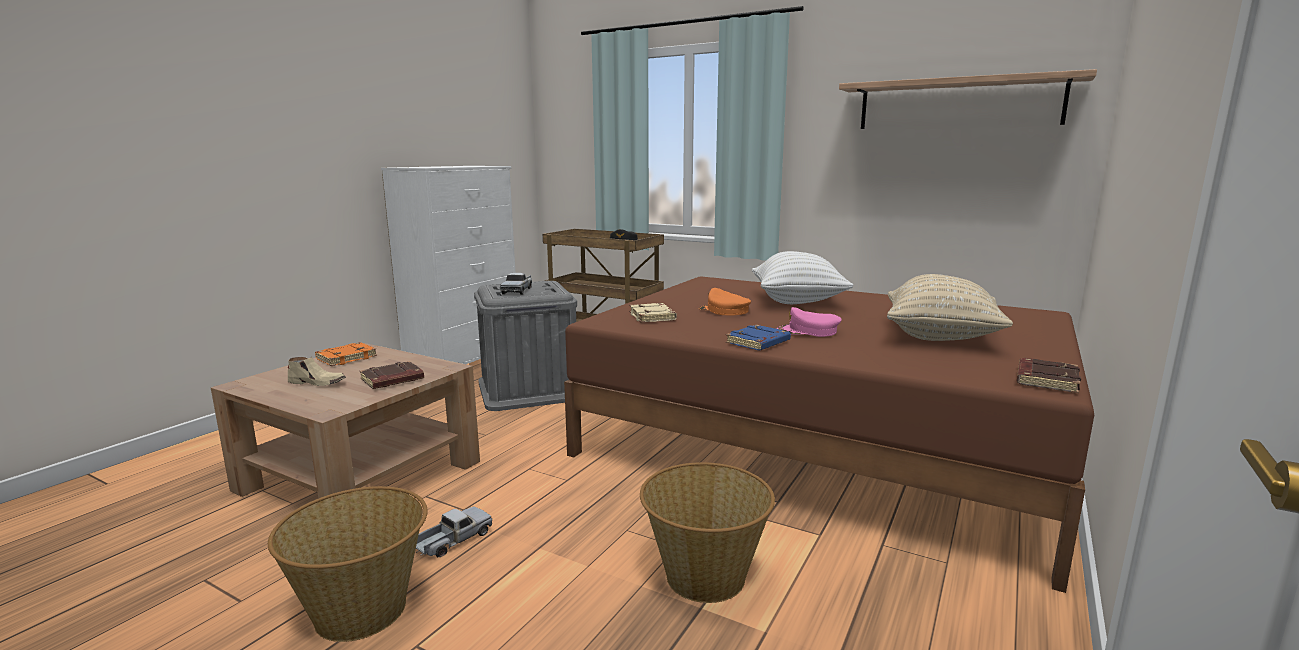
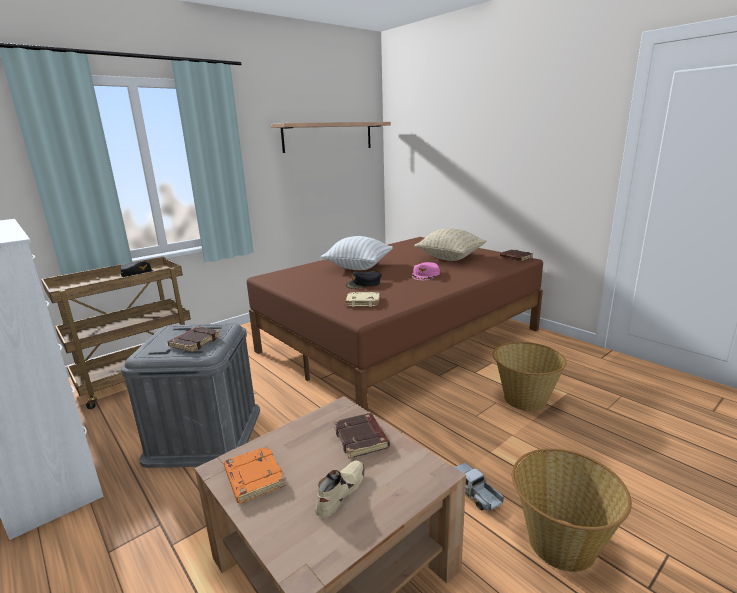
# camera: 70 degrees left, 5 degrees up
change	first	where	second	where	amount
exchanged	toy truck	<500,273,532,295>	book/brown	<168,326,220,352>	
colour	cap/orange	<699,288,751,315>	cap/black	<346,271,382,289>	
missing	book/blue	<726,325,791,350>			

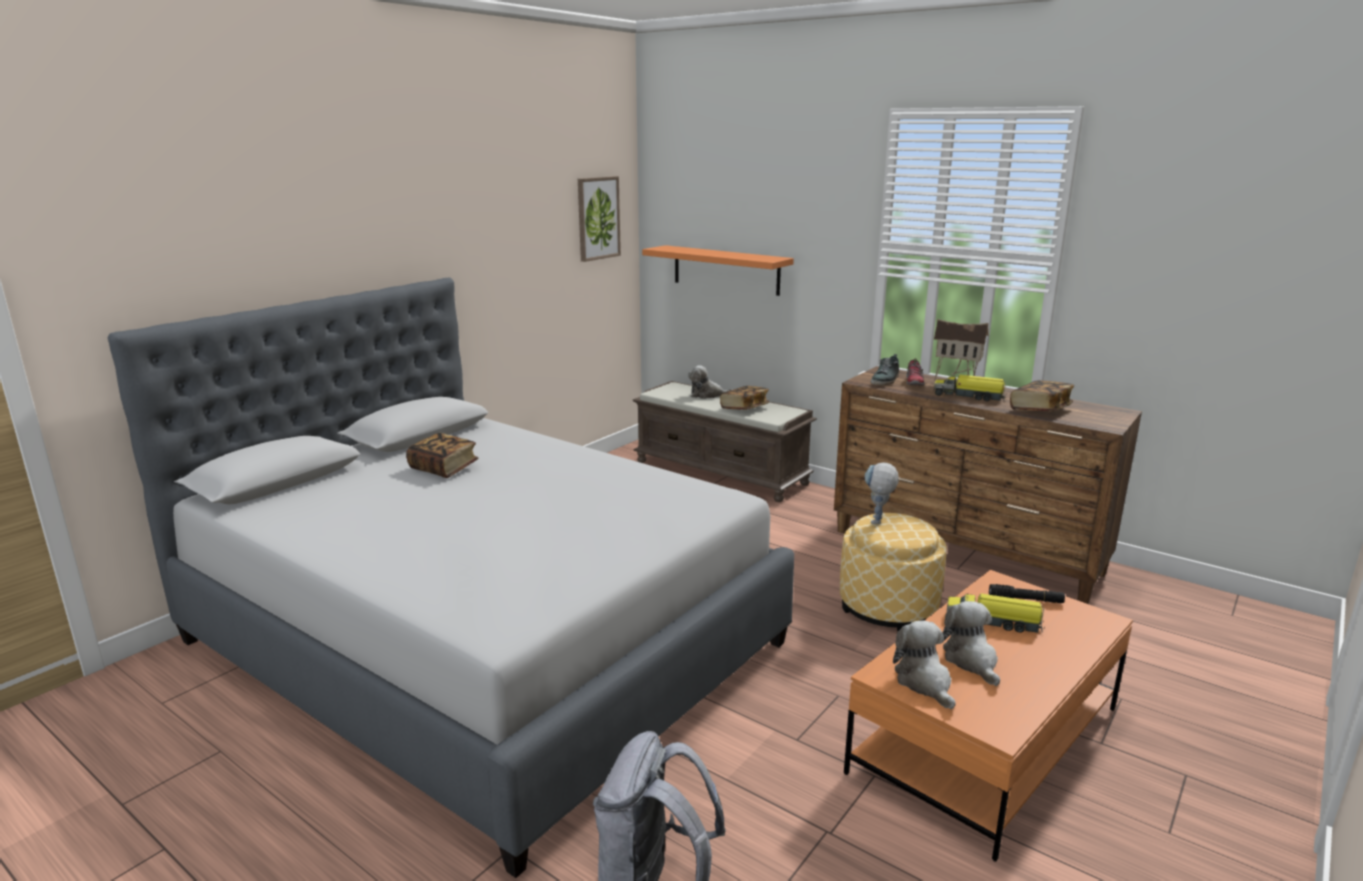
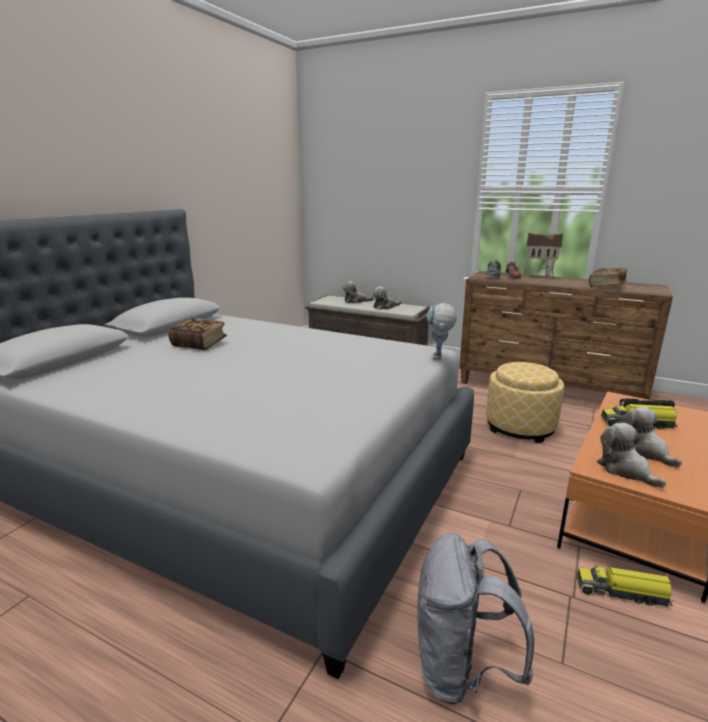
# camera: 10 degrees left, 0 degrees up
change	first	where	second	where	amount
missing	picture	<578,176,621,262>			
missing	shelf/orange	<642,245,794,296>			
exchanged	book	<720,386,769,410>	plush toy	<373,286,401,310>	
relocated	toy robot	<865,462,899,524>		<426,303,457,360>	
relocated	toy truck	<934,375,1007,401>		<577,567,673,606>	

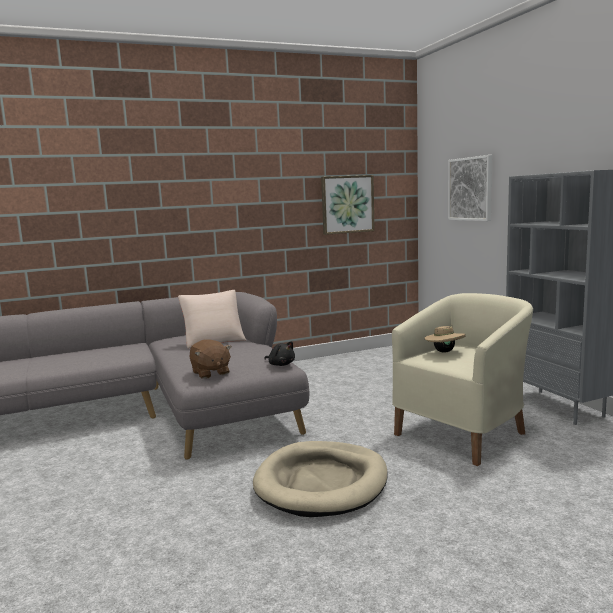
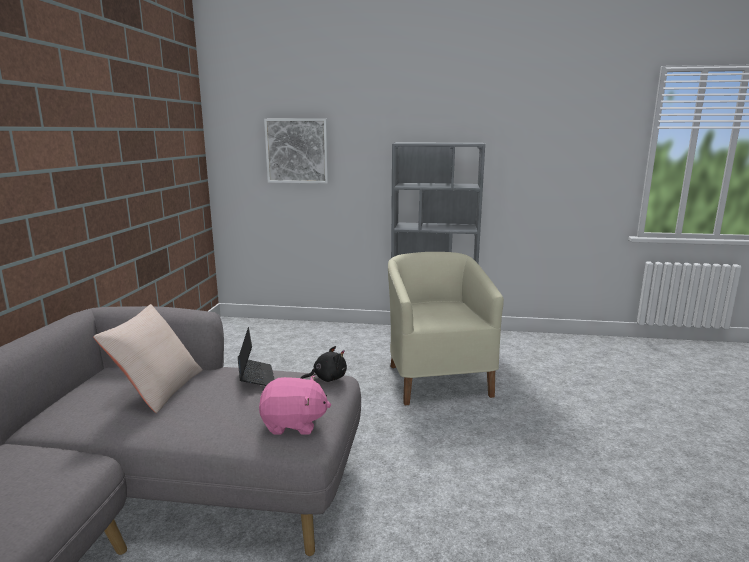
# camera: 60 degrees left, 5 degrees up
change	first	where	second	where	amount
colour	plush toy/brown	<189,339,231,379>	plush toy/pink	<259,376,331,435>	
missing	dog bed/beige	<253,441,388,517>			
missing	picture	<321,175,375,235>			
missing	hat/beige	<424,324,466,353>			
appeared			laptop	<238,327,275,386>	

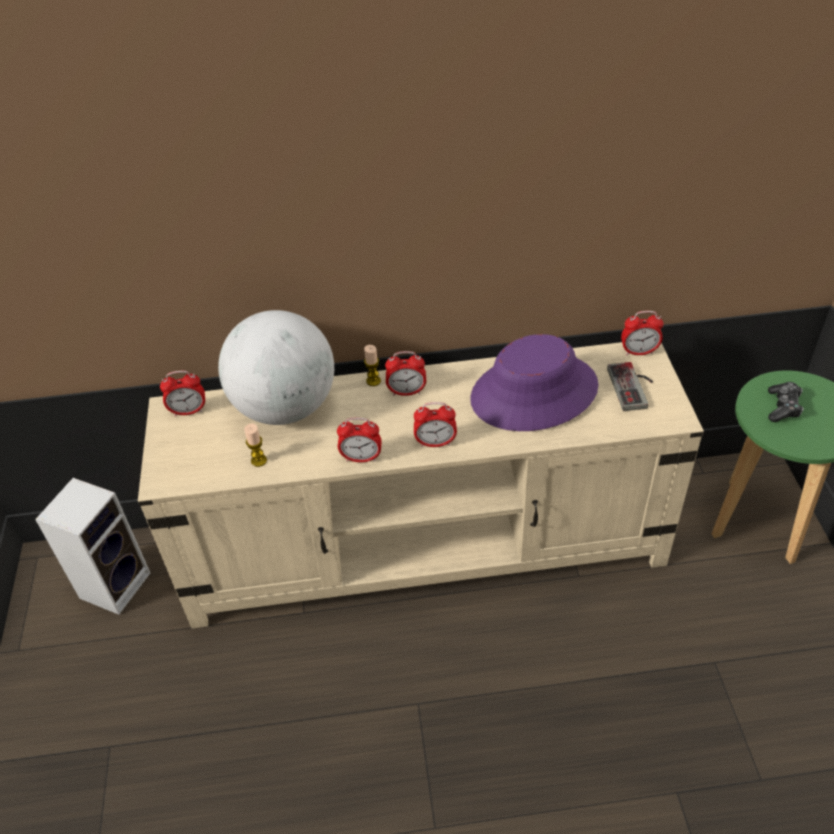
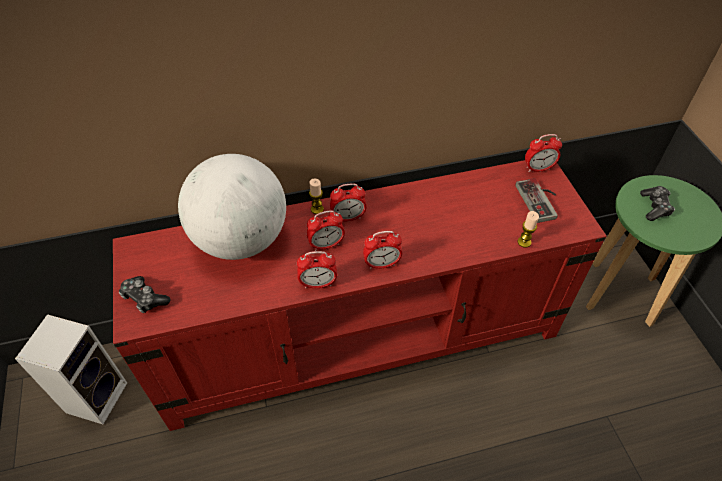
# camera: 10 degrees left, 5 degrees up
change	first	where	second	where	amount
colour	tv stand/beige	<138,342,704,629>	tv stand/red	<113,160,607,431>	
relocated	alarm clock	<160,371,205,417>		<307,210,345,251>	
relocated	candle	<244,423,267,467>		<517,211,539,248>	
missing	hat/purple	<470,334,599,431>			
appeared			game controller	<118,276,171,313>	

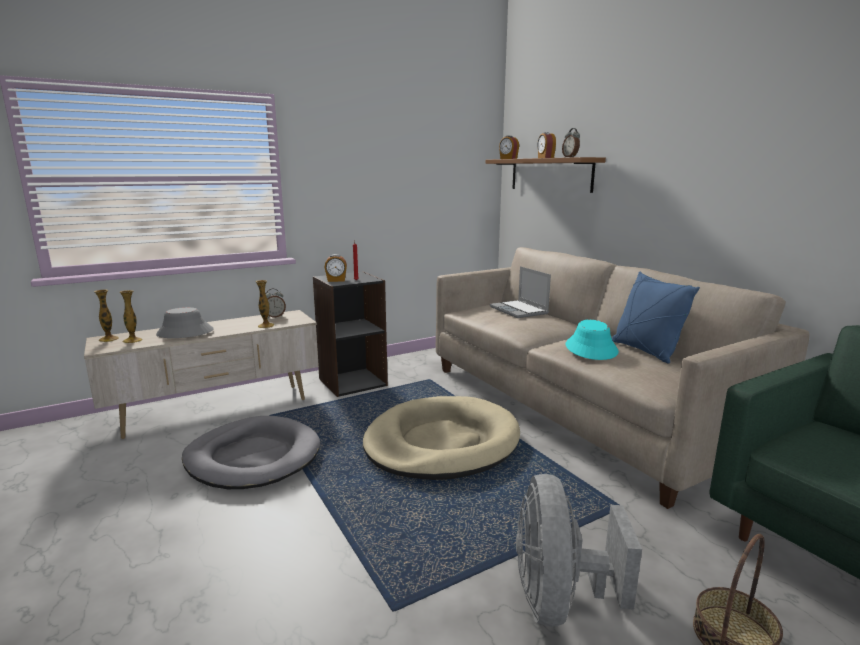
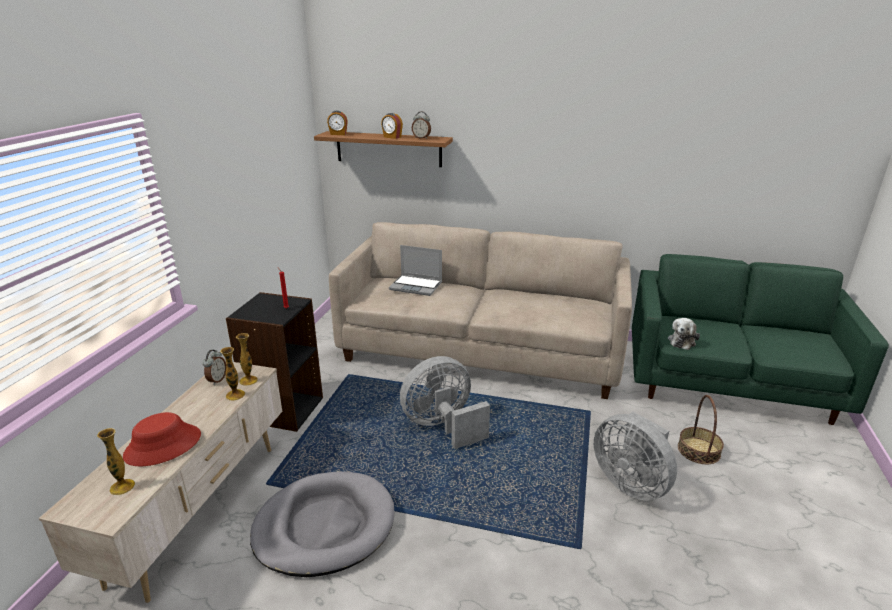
# camera: 45 degrees left, 10 degrees up
change	first	where	second	where	amount
relocated	vase	<94,289,119,342>		<236,333,258,386>	
colour	hat/grey	<156,307,214,338>	hat/red	<123,412,201,466>	
missing	alarm clock	<324,254,347,282>			
exchanged	dog bed/beige	<363,396,520,480>	fan/grey	<400,356,490,449>	
missing	hat/turquoise	<566,320,619,360>			
missing	pillow/blue	<612,271,700,364>			
appeared			plush toy	<668,318,700,350>	

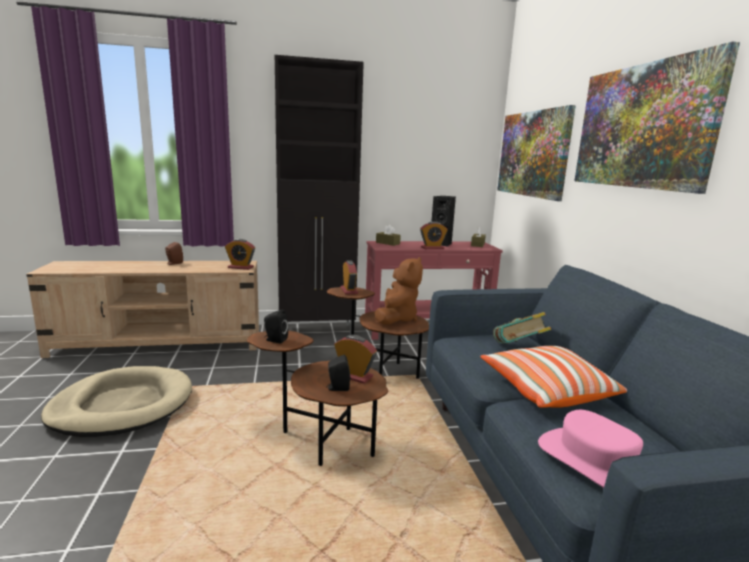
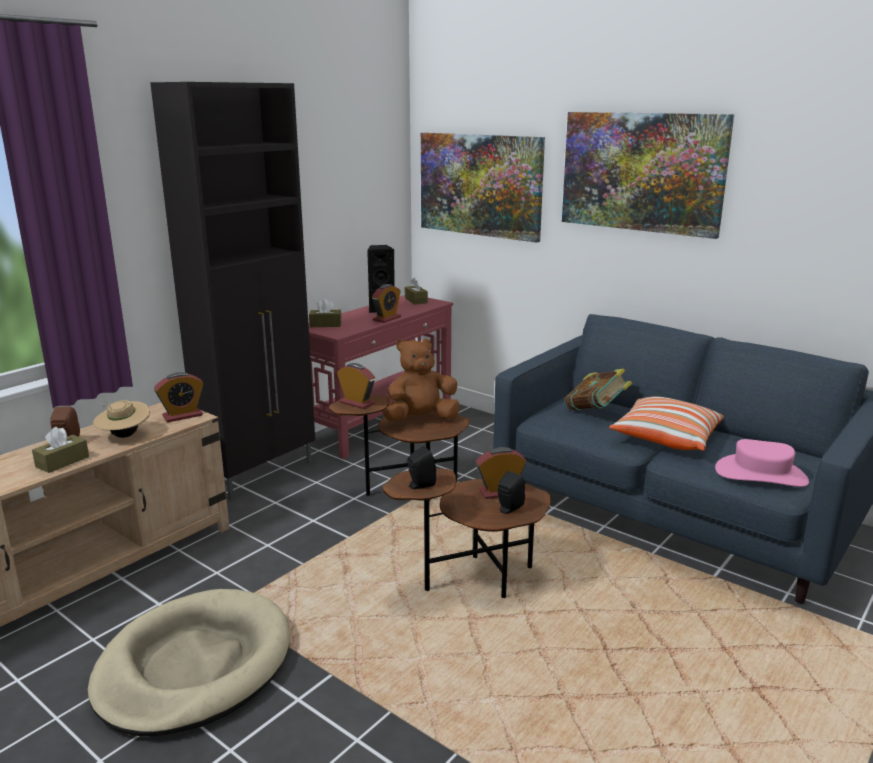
# camera: 40 degrees left, 5 degrees up
change	first	where	second	where	amount
spun	plush toy/brown	<375,257,423,325>		<383,339,460,421>	90 degrees counterclockwise
appeared			tissue box/brown	<32,427,89,473>	
appeared			hat/beige	<93,400,150,438>	

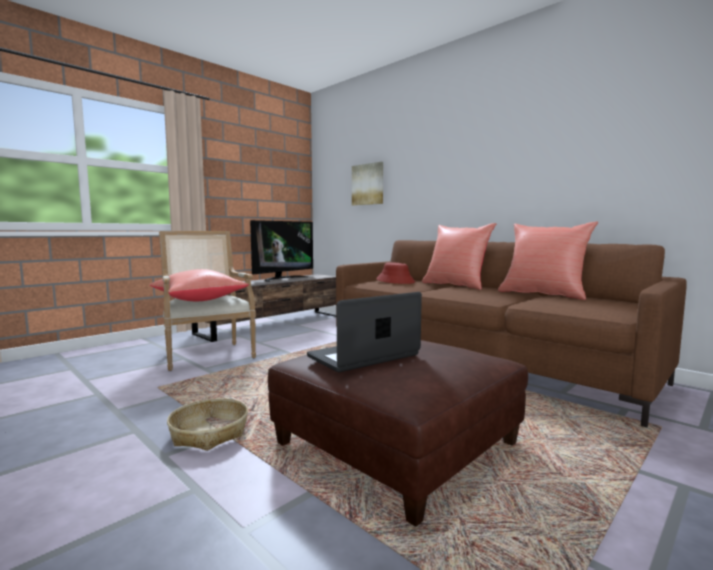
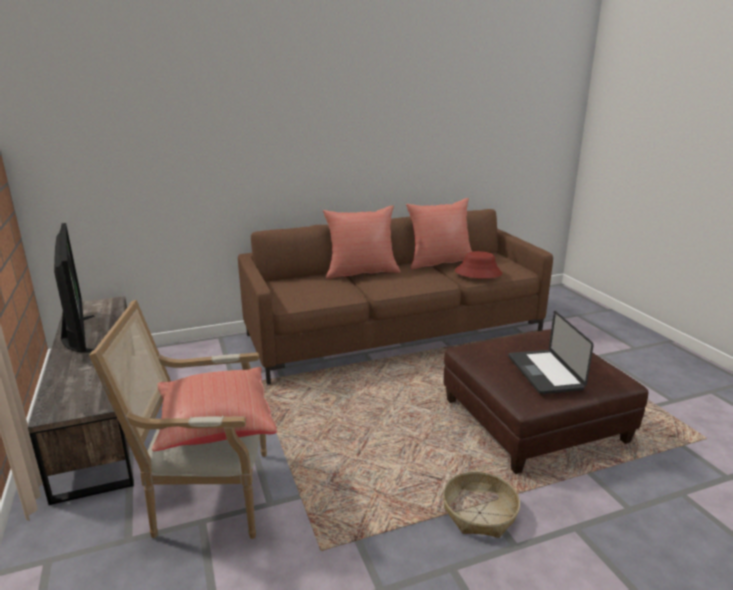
# camera: 65 degrees left, 15 degrees up
change	first	where	second	where	amount
missing	picture	<352,162,383,206>			
relocated	hat/red	<376,262,415,284>		<455,251,502,279>	

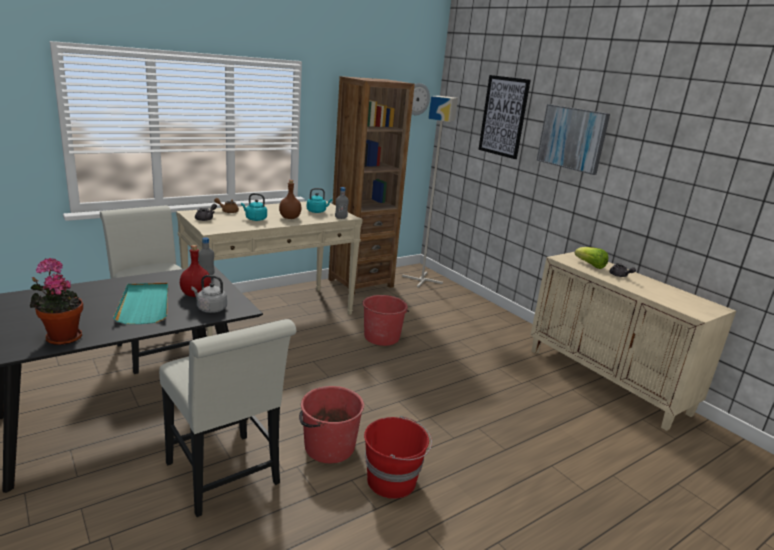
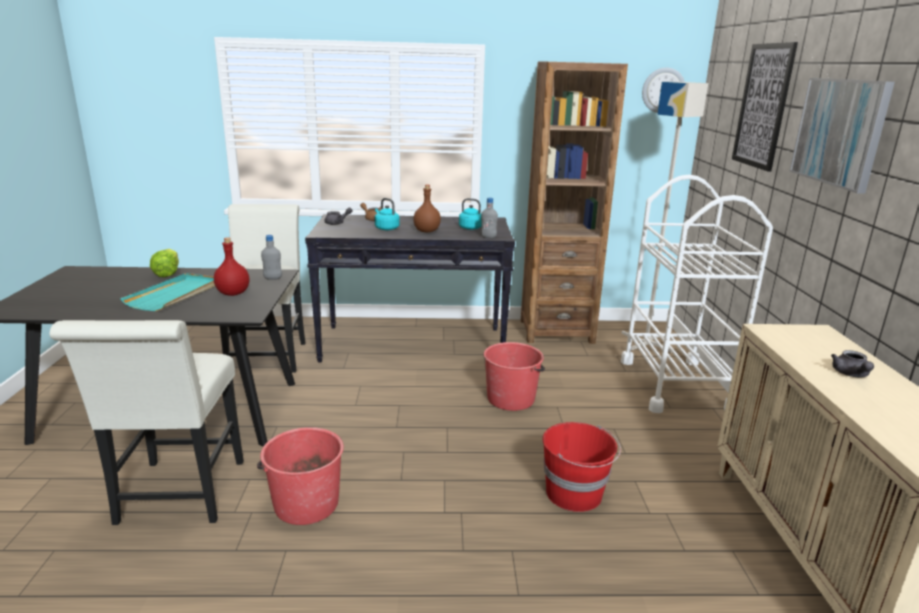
# camera: 35 degrees right, 0 degrees up
change	first	where	second	where	amount
missing	potted plant	<30,258,83,345>			
colour	console table/beige	<176,200,363,337>	console table/black	<305,214,515,362>	
missing	kettle/grey	<191,275,227,313>			
relocated	bucket/red	<364,416,432,499>		<543,422,621,512>	
relocated	lettuce	<575,247,608,269>		<150,249,179,277>	
appeared			cart/white	<621,175,773,413>	

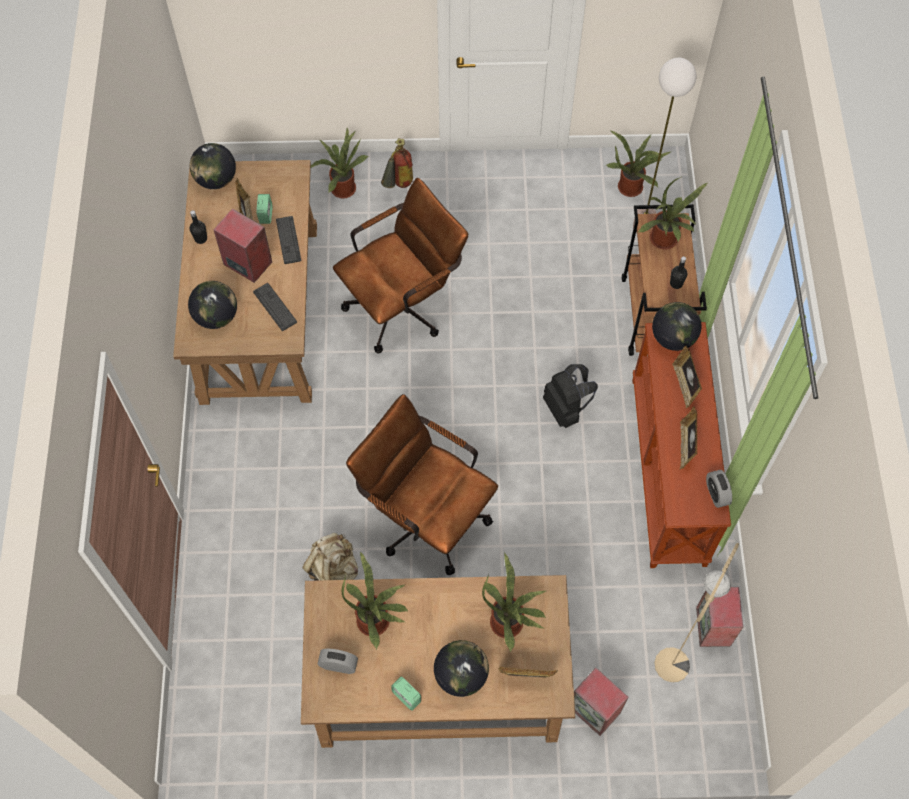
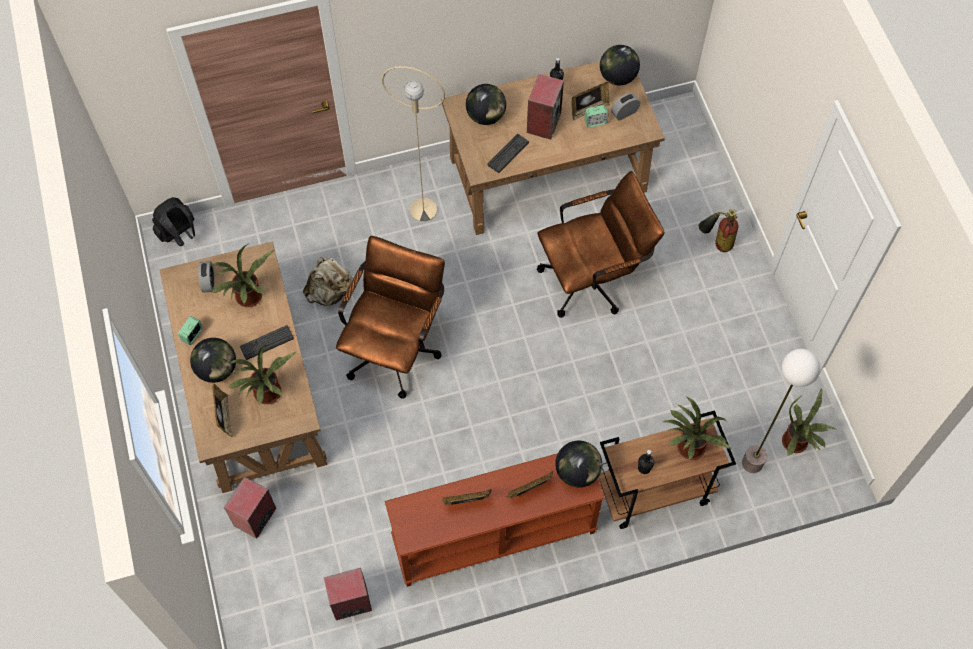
# camera: 75 degrees right, 0 degrees up
change	first	where	second	where	amount
relocated	keyboard	<276,216,301,264>		<240,325,294,360>	
missing	potted plant	<311,128,369,198>			
spun	office chair/brown	<333,178,468,354>		<537,171,665,318>	60 degrees counterclockwise
relocated	backpack/black	<543,364,598,428>		<152,197,195,246>	
relocated	floor lamp/beige	<654,543,739,682>		<382,66,445,222>	
relocated	alarm clock	<706,470,732,508>		<611,93,640,120>	

